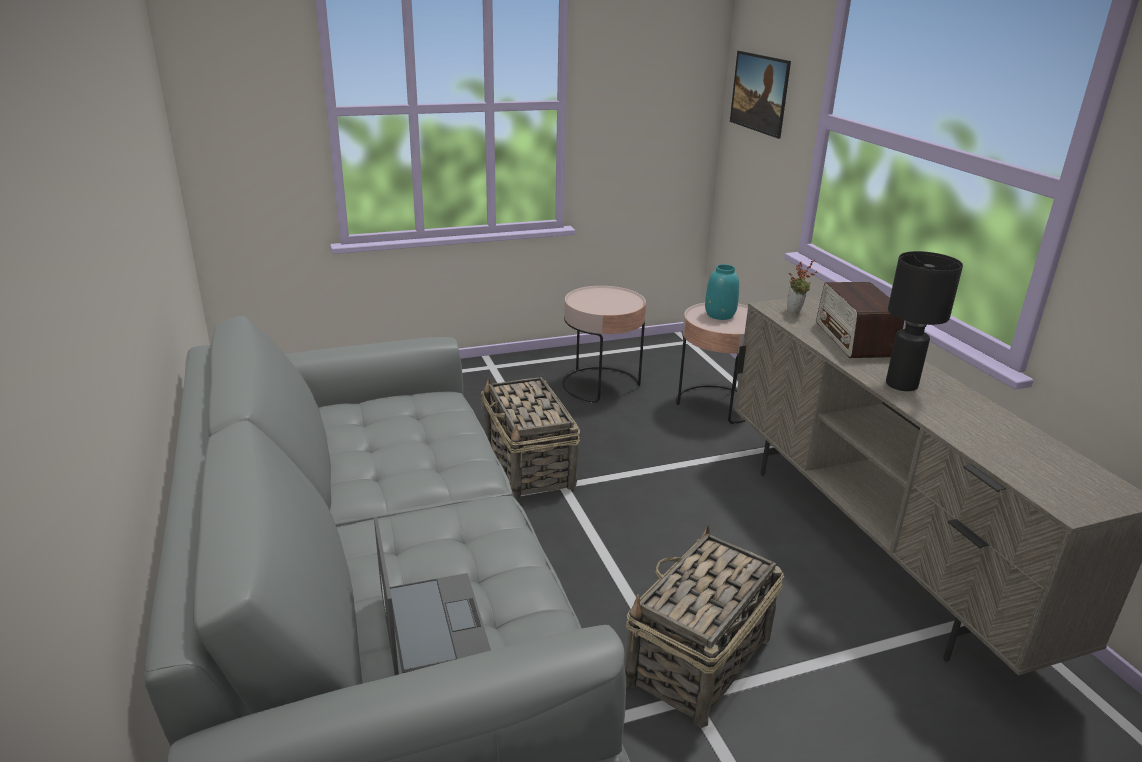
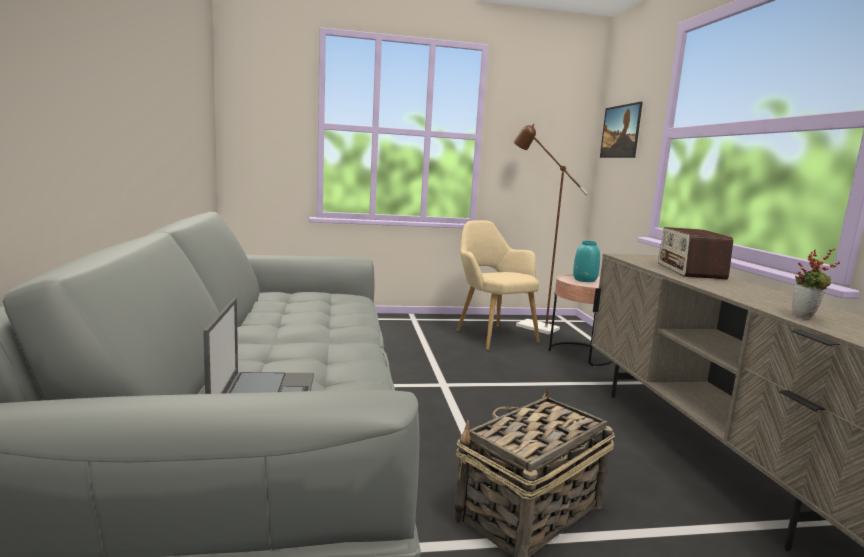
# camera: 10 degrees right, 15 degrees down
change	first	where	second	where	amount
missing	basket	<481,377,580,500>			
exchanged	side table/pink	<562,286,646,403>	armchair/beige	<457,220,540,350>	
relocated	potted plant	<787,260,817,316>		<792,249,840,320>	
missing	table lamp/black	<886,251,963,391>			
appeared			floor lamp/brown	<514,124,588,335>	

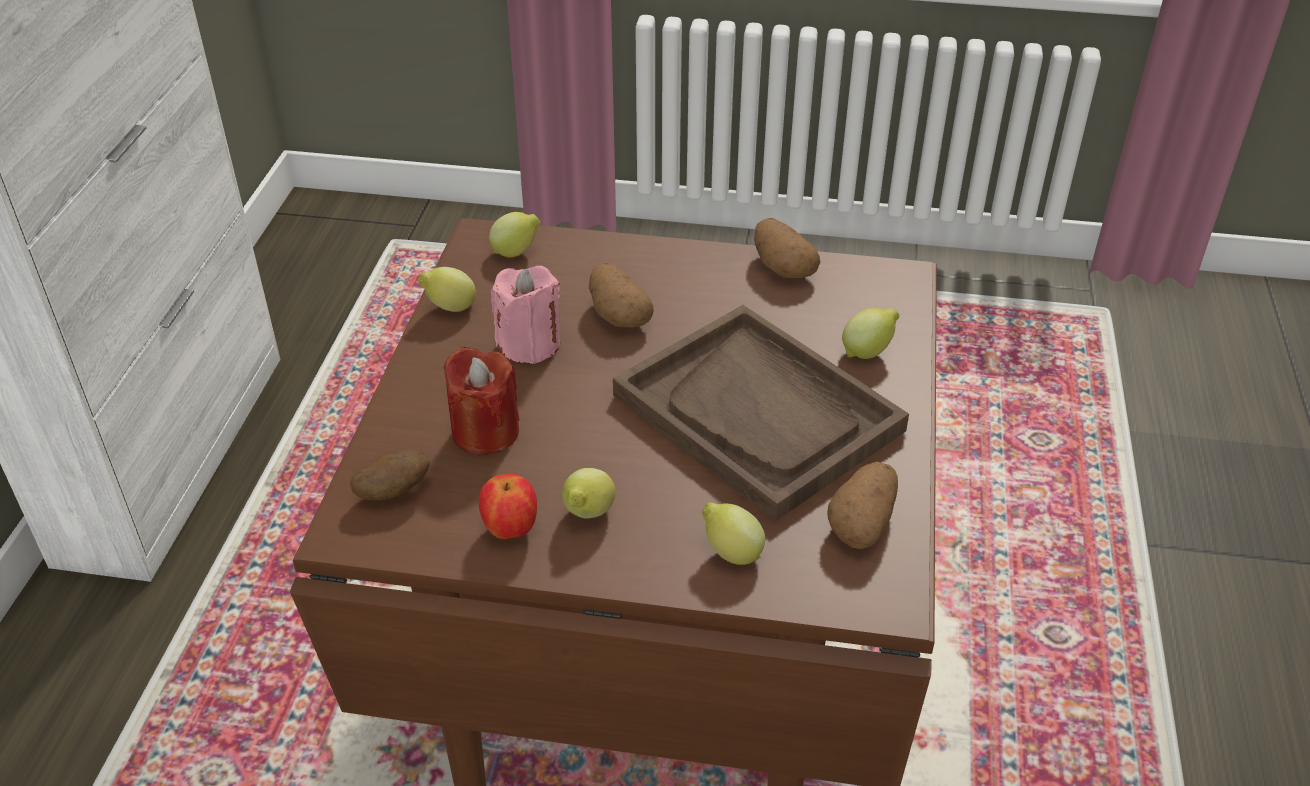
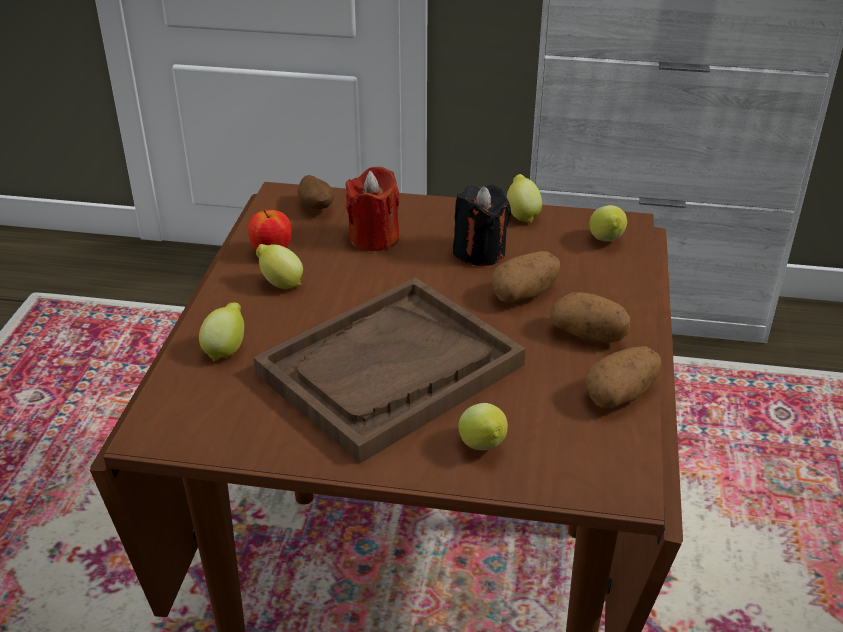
# camera: 90 degrees right, 5 degrees down
change	first	where	second	where	amount
colour	candle/pink	<491,266,560,364>	candle/black	<453,185,511,266>	
relocated	potato	<827,462,898,549>		<550,292,630,343>	

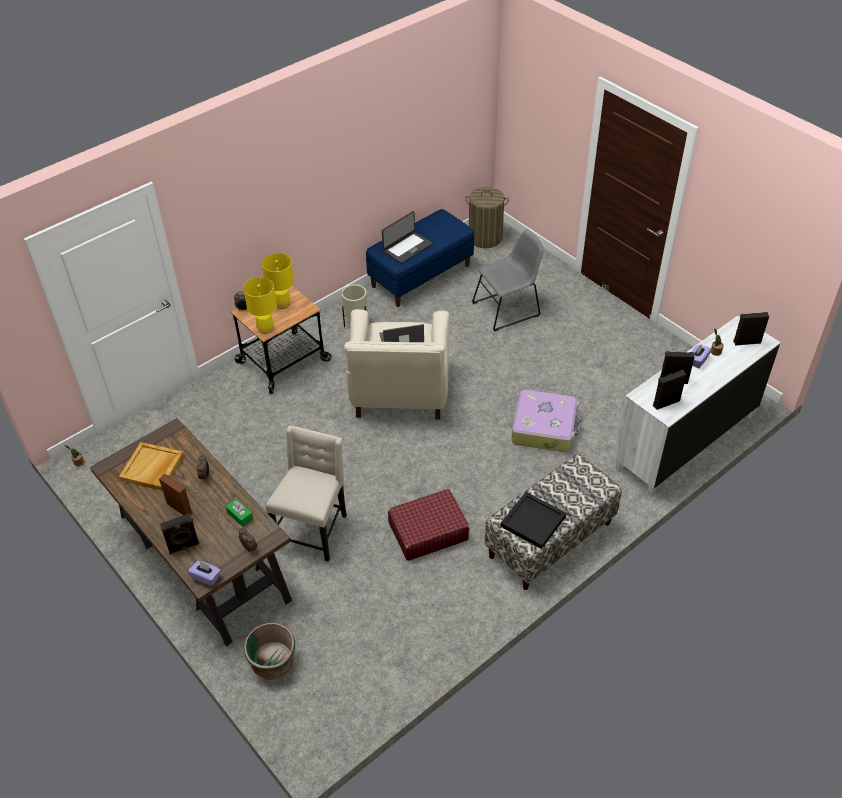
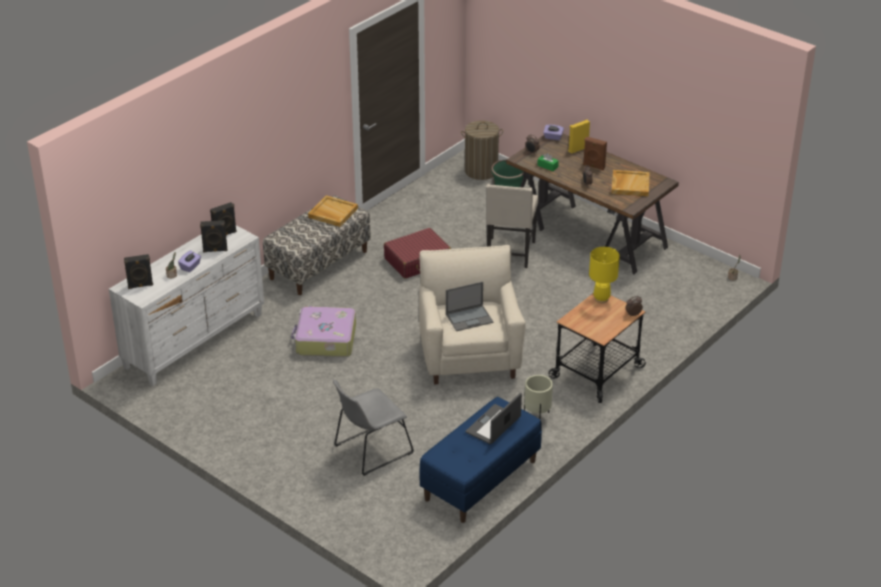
# camera: 170 degrees right, 10 degrees down
change	first	where	second	where	amount
colour	speaker/black	<160,513,200,554>	speaker/yellow	<568,120,590,154>	
missing	table lamp/yellow	<262,253,294,309>			
relocated	laundry basket	<465,187,509,248>		<461,120,503,180>	
colour	tray/black	<500,492,566,549>	tray/beige	<308,195,358,227>	

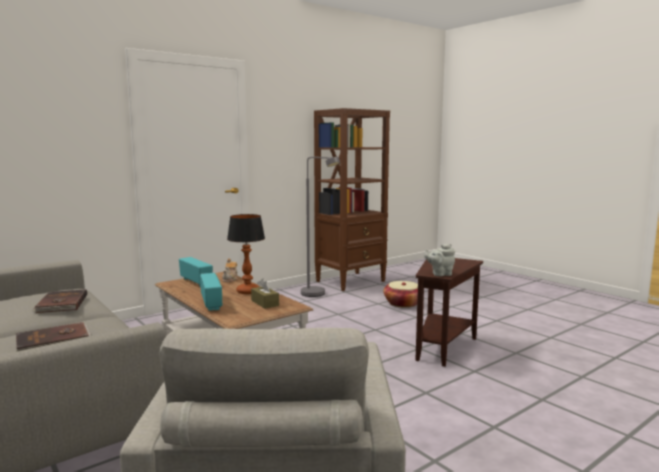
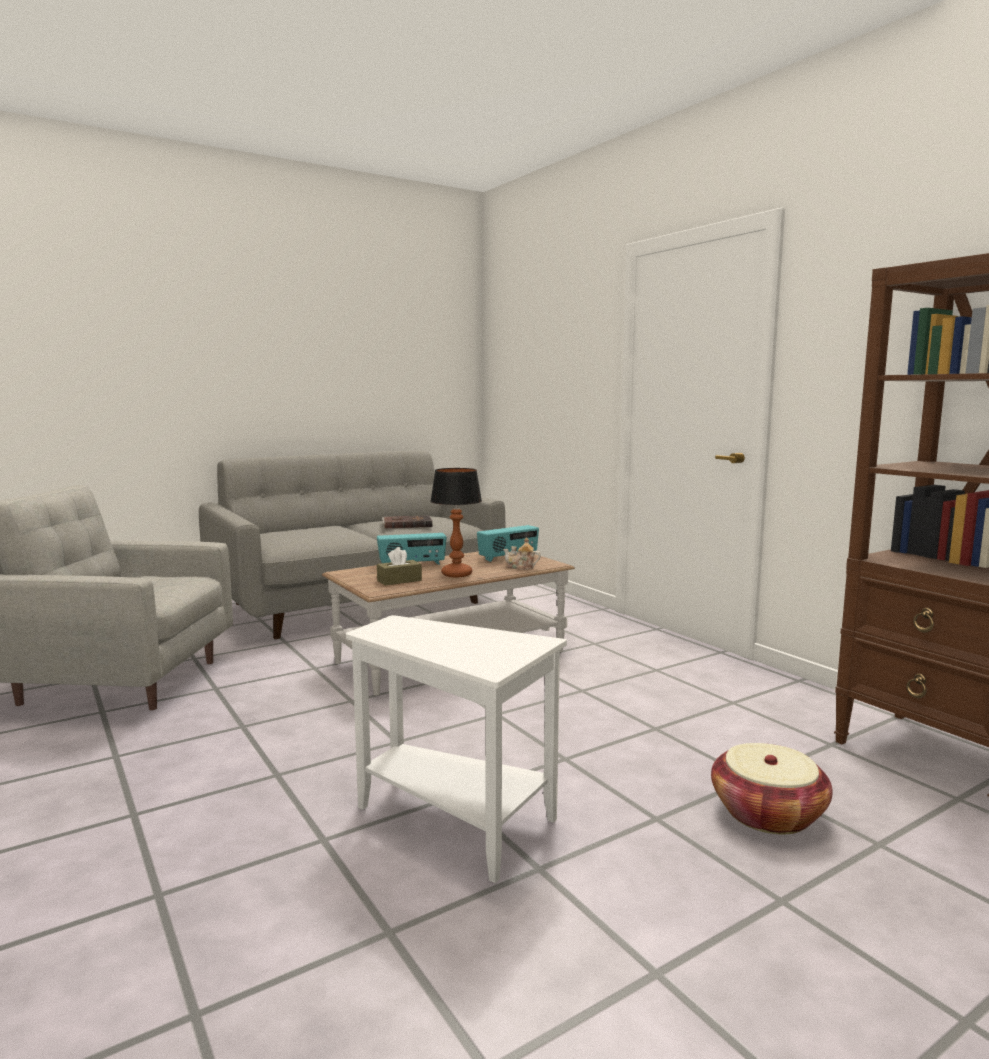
# camera: 95 degrees right, 0 degrees up
change	first	where	second	where	amount
missing	book/brown	<16,322,91,352>			
missing	floor lamp/grey	<301,157,340,297>			
colour	side table/brown	<415,258,483,367>	side table/white	<346,615,567,883>	
missing	teapot/grey	<424,244,455,276>			

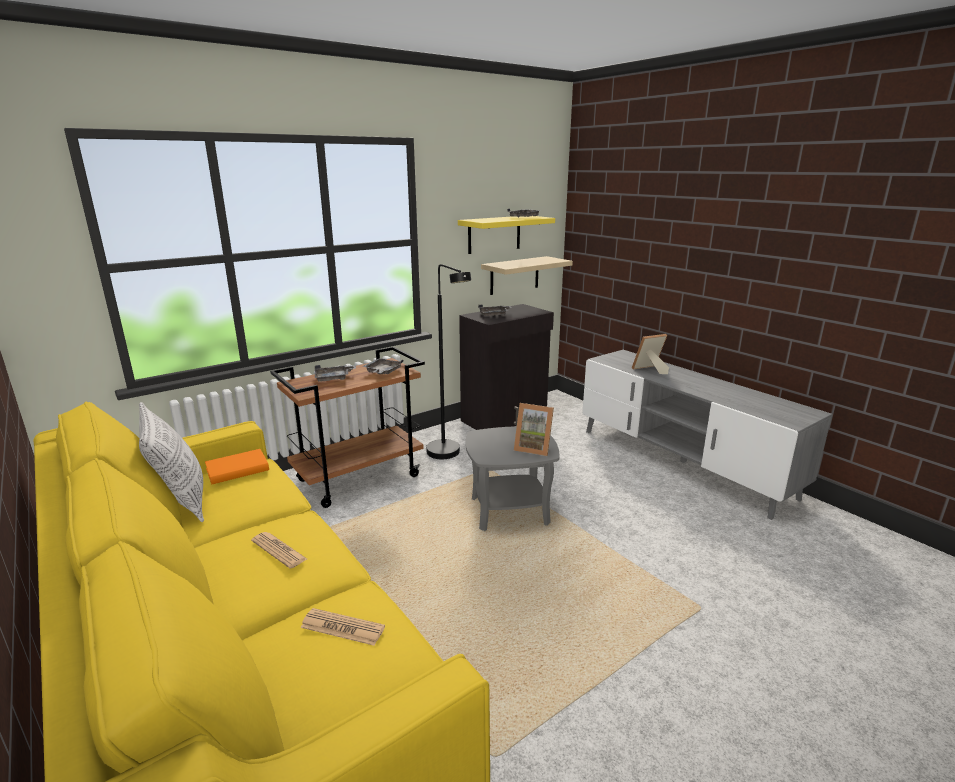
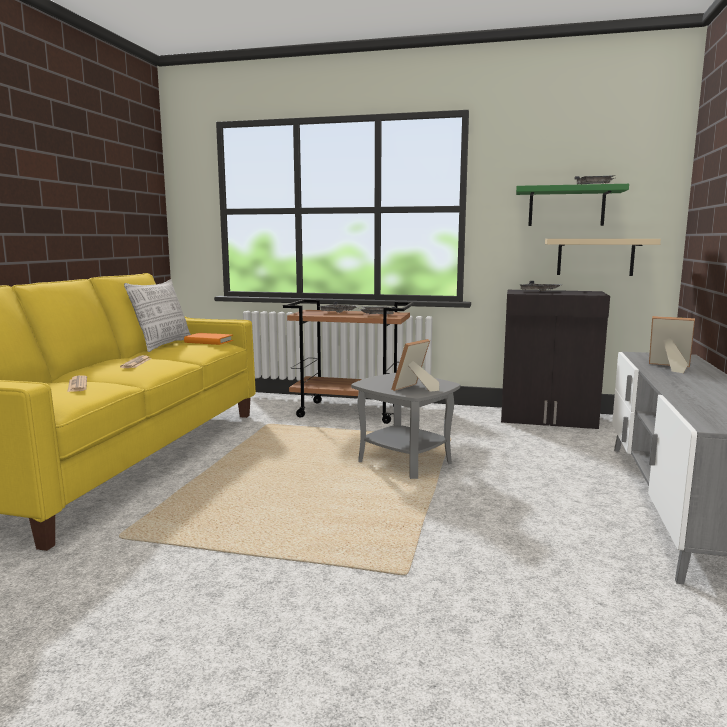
# camera: 50 degrees right, 10 degrees down
change	first	where	second	where	amount
missing	floor lamp/black	<426,264,471,459>			
colour	shelf/yellow	<458,216,555,254>	shelf/green	<516,184,629,226>	
spun	picture frame	<514,403,554,456>		<392,339,439,392>	60 degrees clockwise

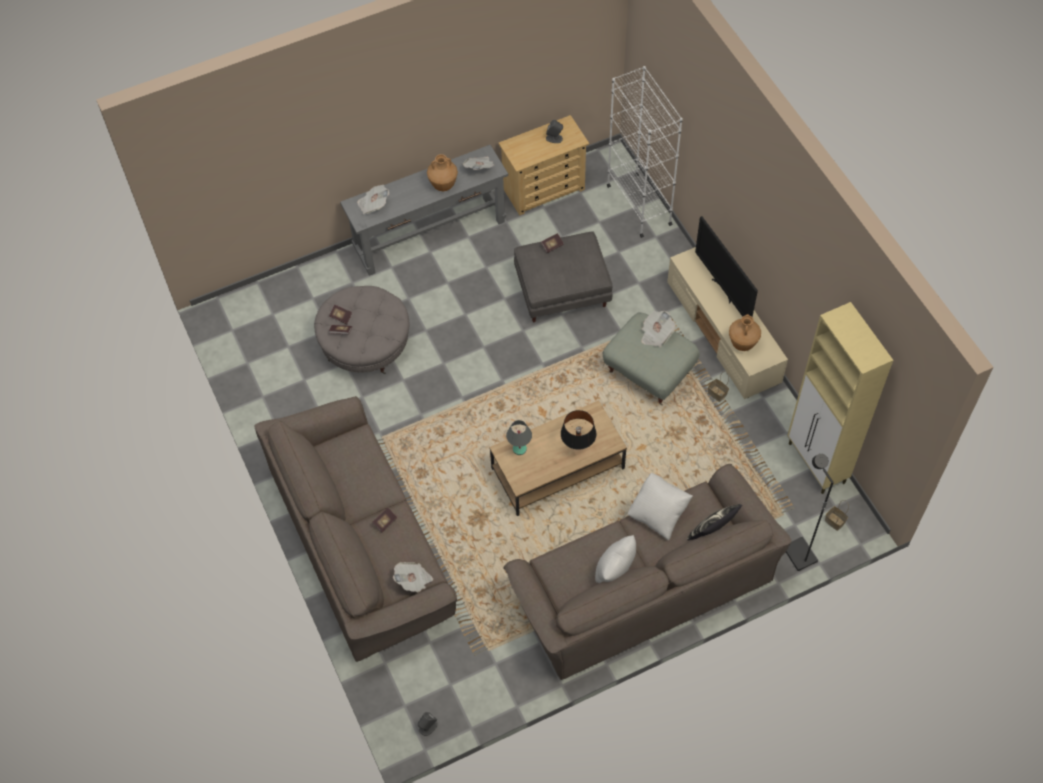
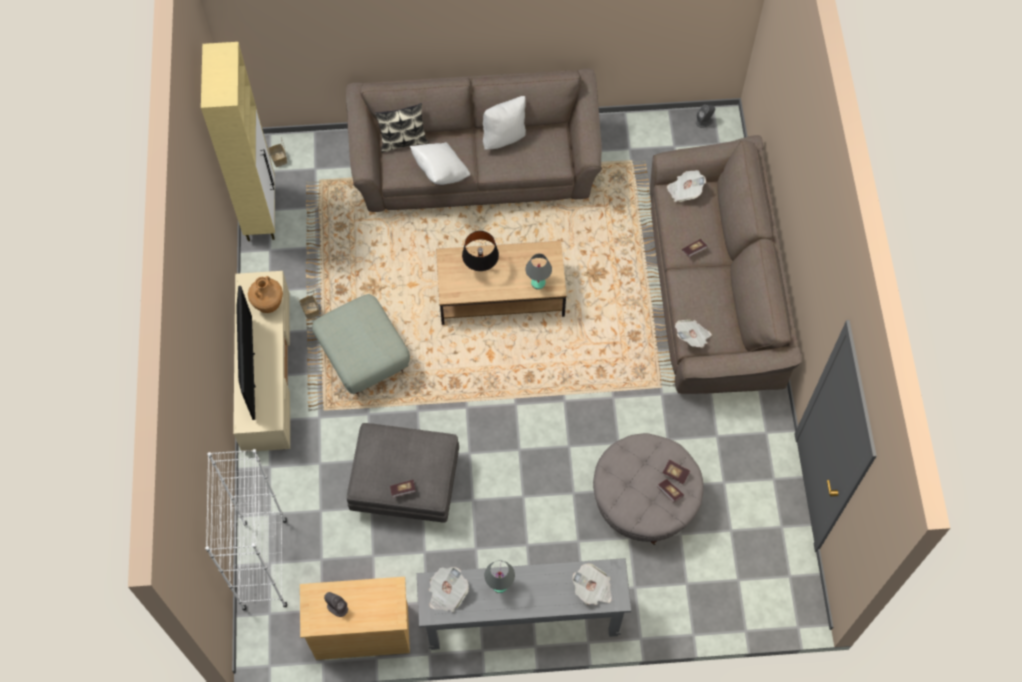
# camera: 160 degrees left, 5 degrees up
change	first	where	second	where	amount
exchanged	vase/brown	<427,154,458,191>	table lamp/grey	<485,560,515,593>	
relocated	newspaper	<641,311,675,347>		<675,320,712,348>	
missing	floor lamp/black	<786,454,834,571>			

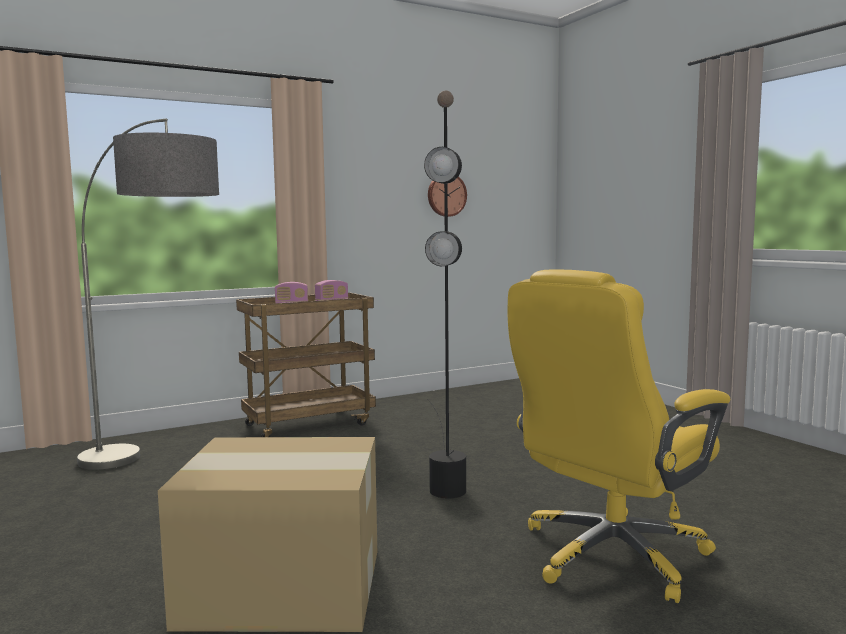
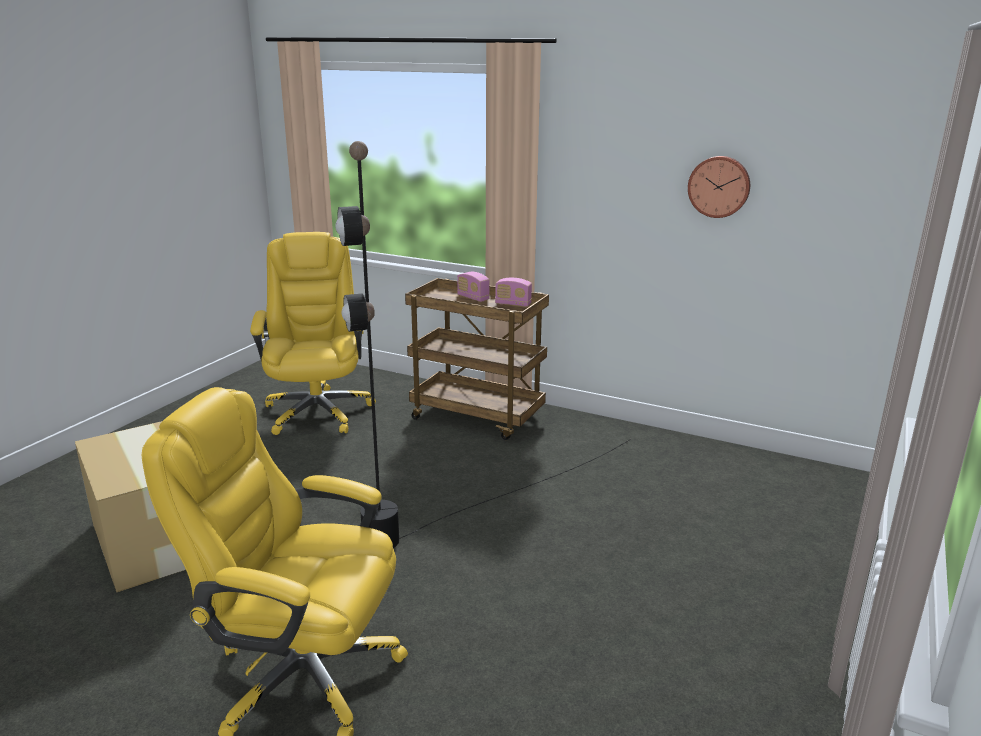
# camera: 55 degrees right, 15 degrees up
change	first	where	second	where	amount
exchanged	floor lamp	<77,118,219,470>	office chair/yellow	<250,232,376,435>	

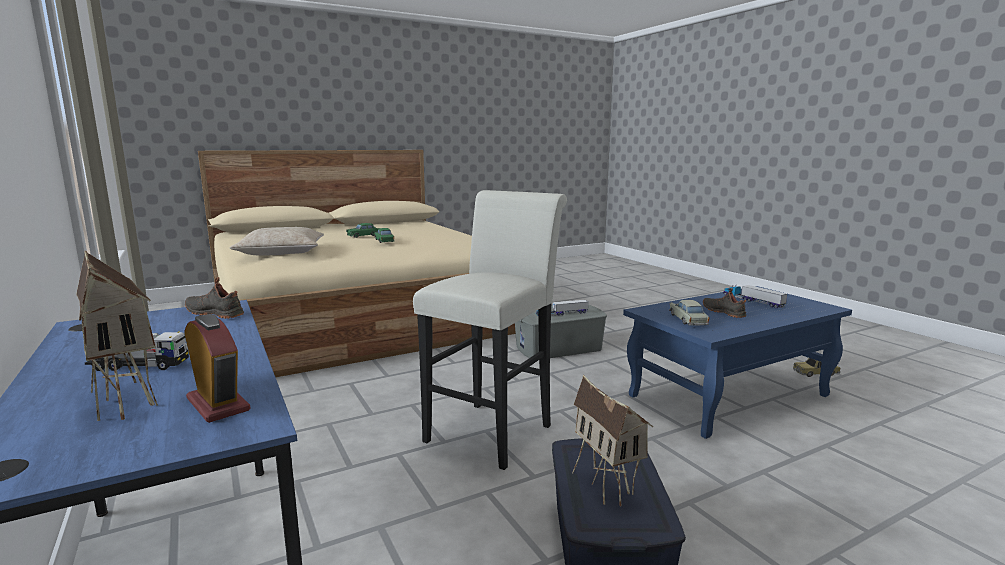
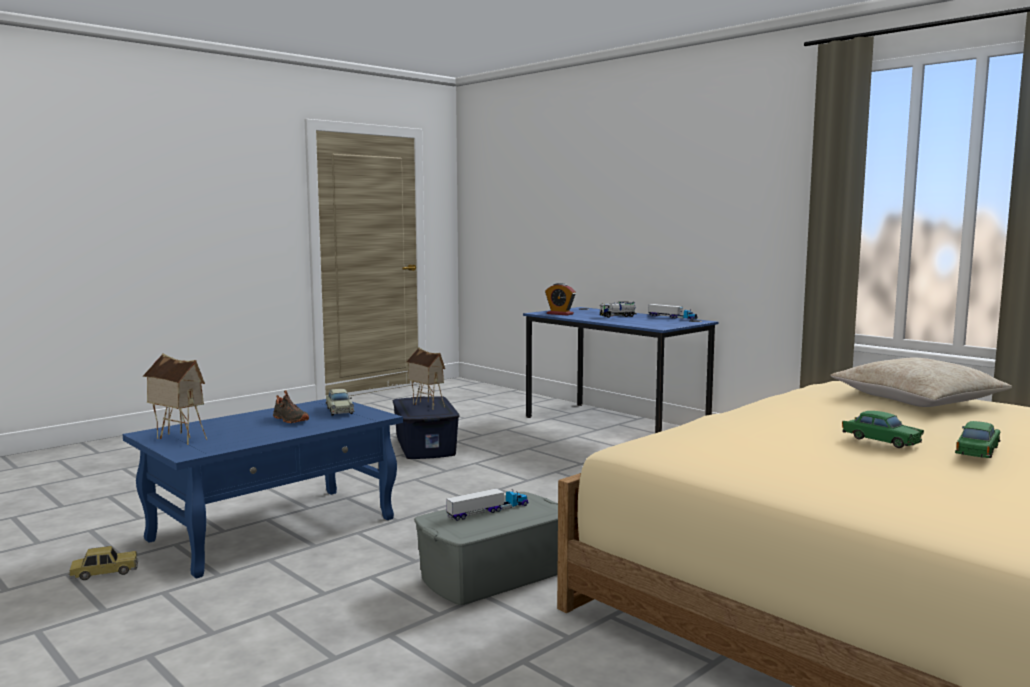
# camera: 165 degrees right, 5 degrees down
change	first	where	second	where	amount
relocated	toy house	<76,250,158,421>		<143,353,207,445>	
missing	shoe/black	<185,277,244,319>			
missing	stool/white	<413,190,567,470>			
relocated	toy truck	<723,284,787,308>		<648,304,698,320>	

